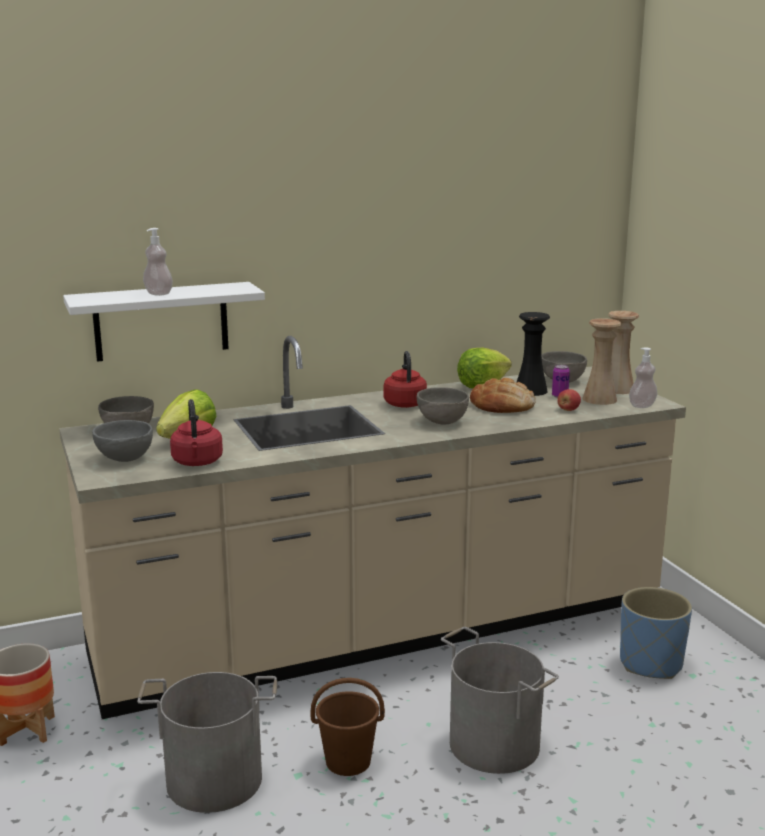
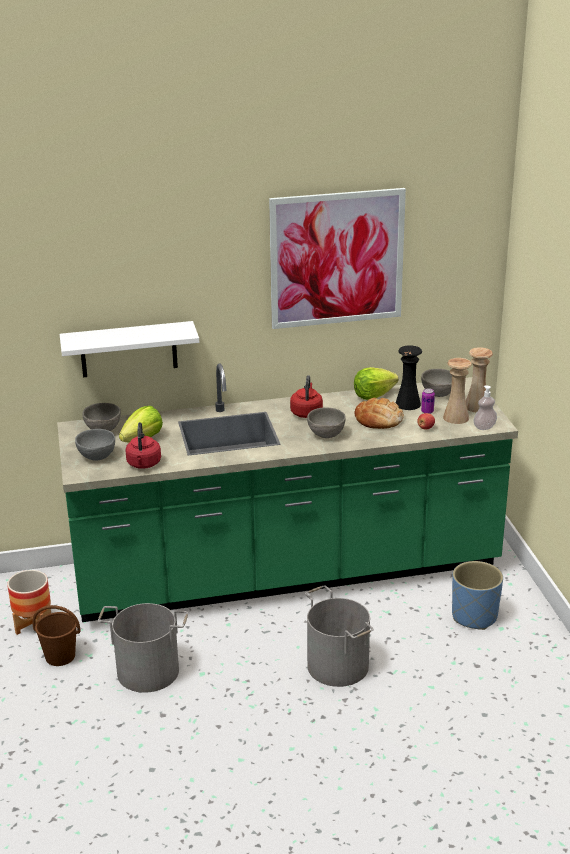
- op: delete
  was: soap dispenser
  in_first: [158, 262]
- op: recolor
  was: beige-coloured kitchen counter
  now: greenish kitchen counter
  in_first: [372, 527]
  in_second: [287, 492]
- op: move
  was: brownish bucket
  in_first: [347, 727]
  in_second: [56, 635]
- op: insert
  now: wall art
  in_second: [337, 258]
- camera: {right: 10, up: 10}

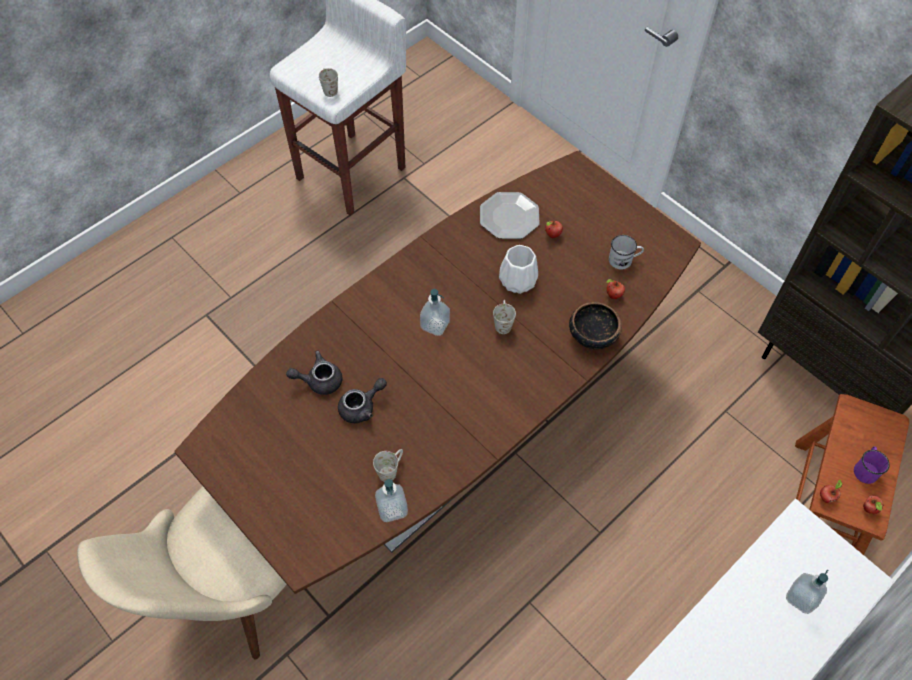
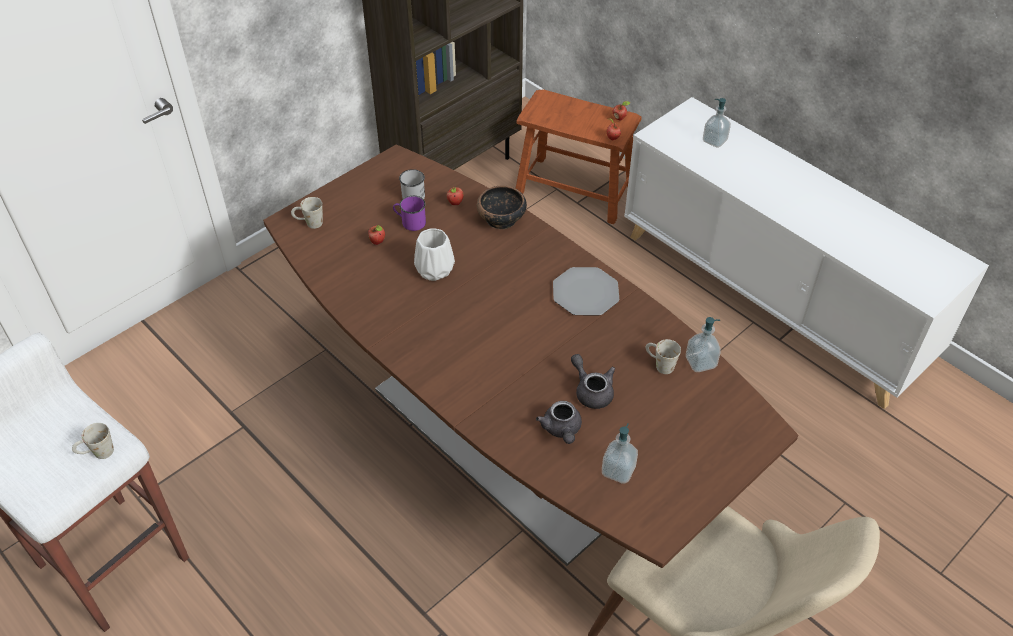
- op: move
  was: dinner plate
  in_first: [510, 215]
  in_second: [586, 291]
- op: move
  was: soap dispenser
  in_first: [435, 312]
  in_second: [620, 453]
- op: move
  was: white tea mug
  in_first: [504, 317]
  in_second: [307, 213]
- op: move
  was: purple tea mug
  in_first: [872, 465]
  in_second: [409, 213]
- camera: {right: -90, up: -10}

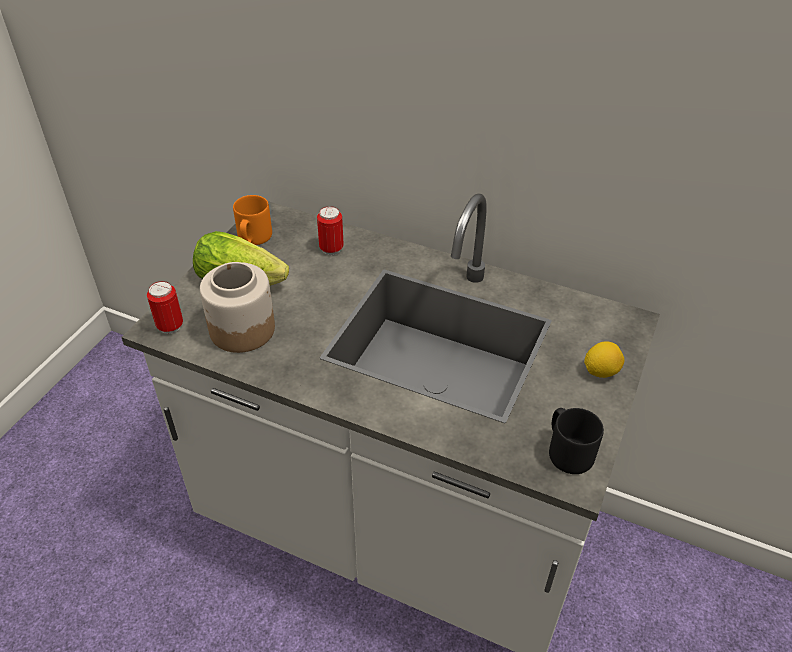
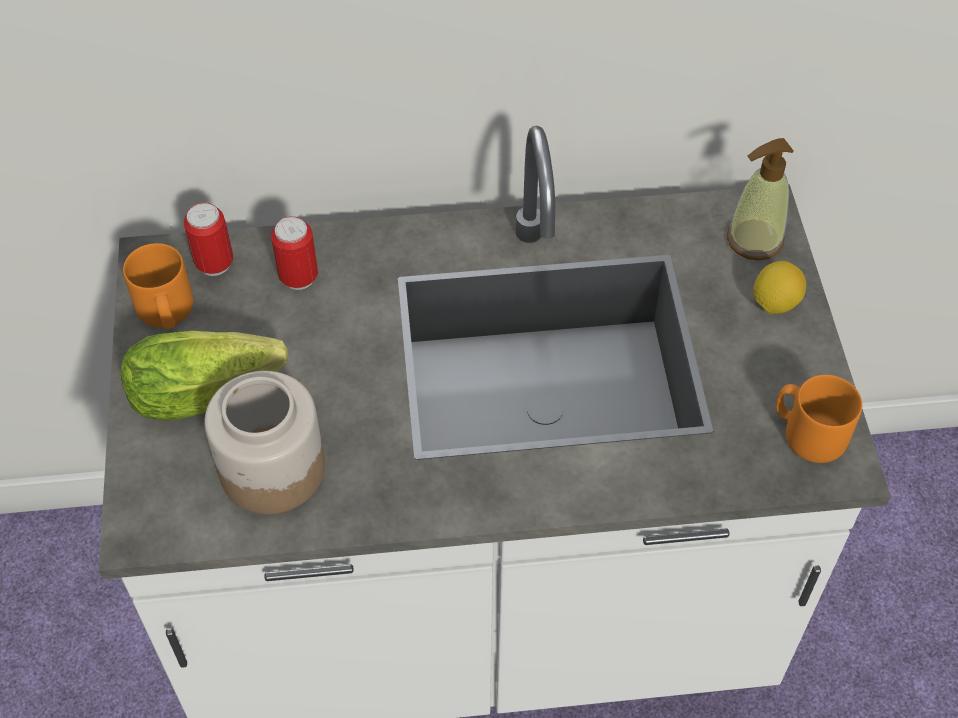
- op: move
  was: metal can
  in_first: [165, 307]
  in_second: [208, 239]
- op: recolor
  was: blackish tea mug
  now: orangey tea mug
  in_first: [576, 441]
  in_second: [819, 419]
- op: insert
  now: soap dispenser
  in_second: [760, 199]
- camera: {right: -30, up: 10}

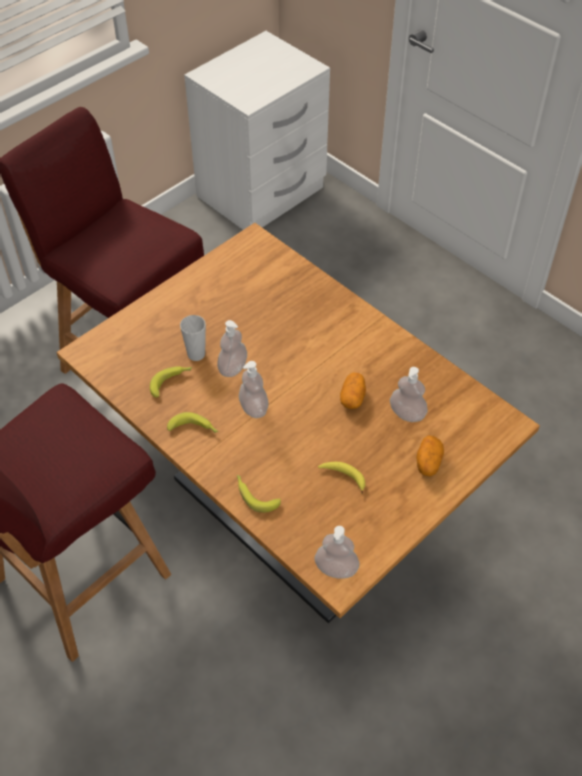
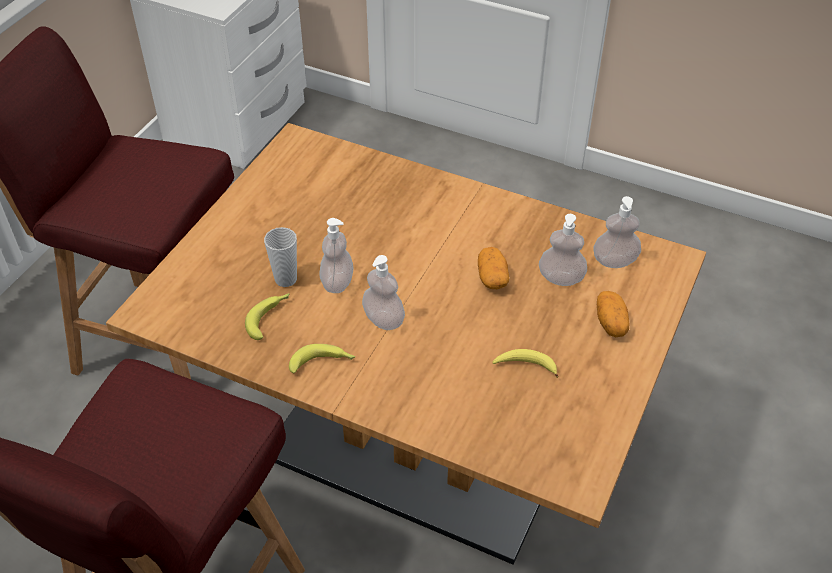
- op: delete
  was: banana
  in_first: [259, 494]
- op: move
  was: soap dispenser
  in_first: [337, 552]
  in_second: [617, 232]
- camera: {right: -20, up: -5}

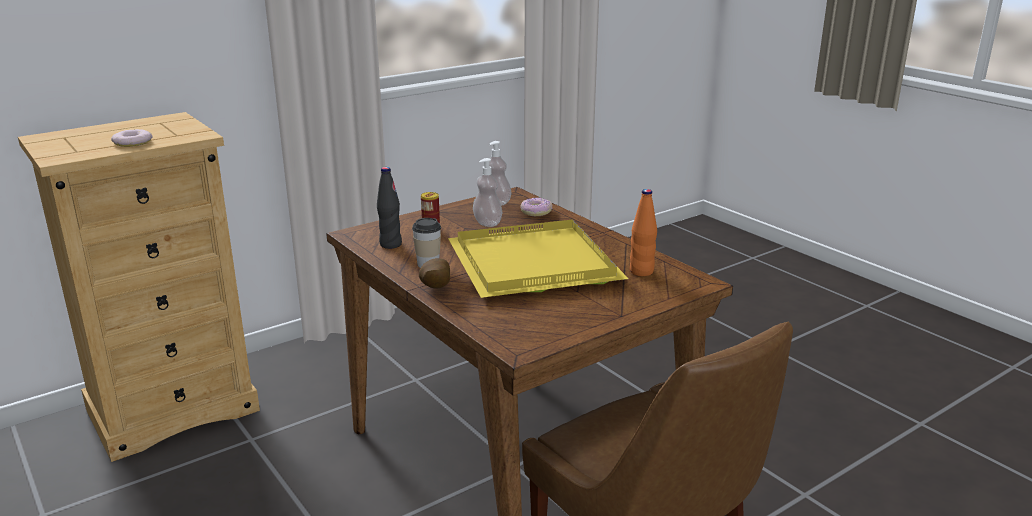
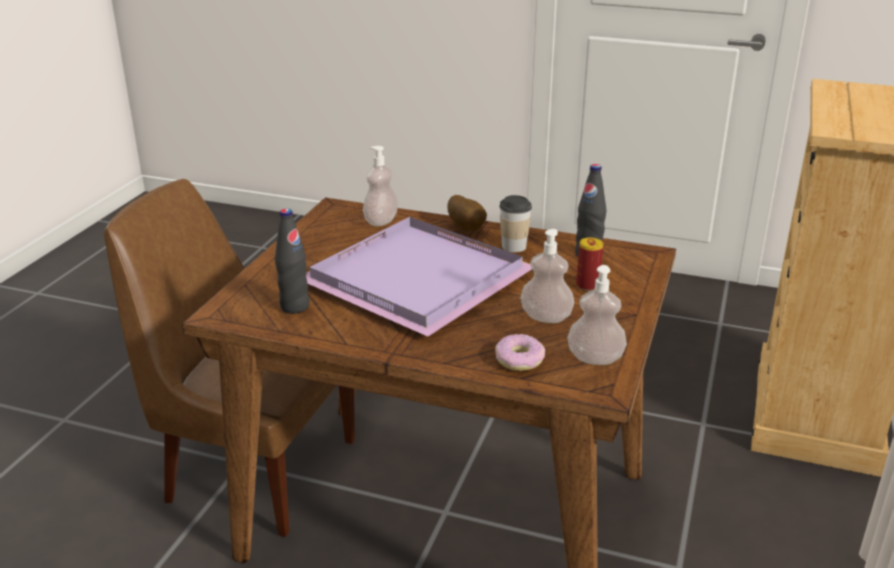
- op: delete
  was: donut
  in_first: [132, 138]
- op: recolor
  was: orangey beverage bottle
  now: blackish beverage bottle
  in_first: [643, 232]
  in_second: [292, 261]
- op: recolor
  was: yellow serving tray
  now: purple serving tray
  in_first: [538, 258]
  in_second: [419, 277]
- op: insert
  now: soap dispenser
  in_second: [380, 186]
- camera: {right: 145, up: 5}

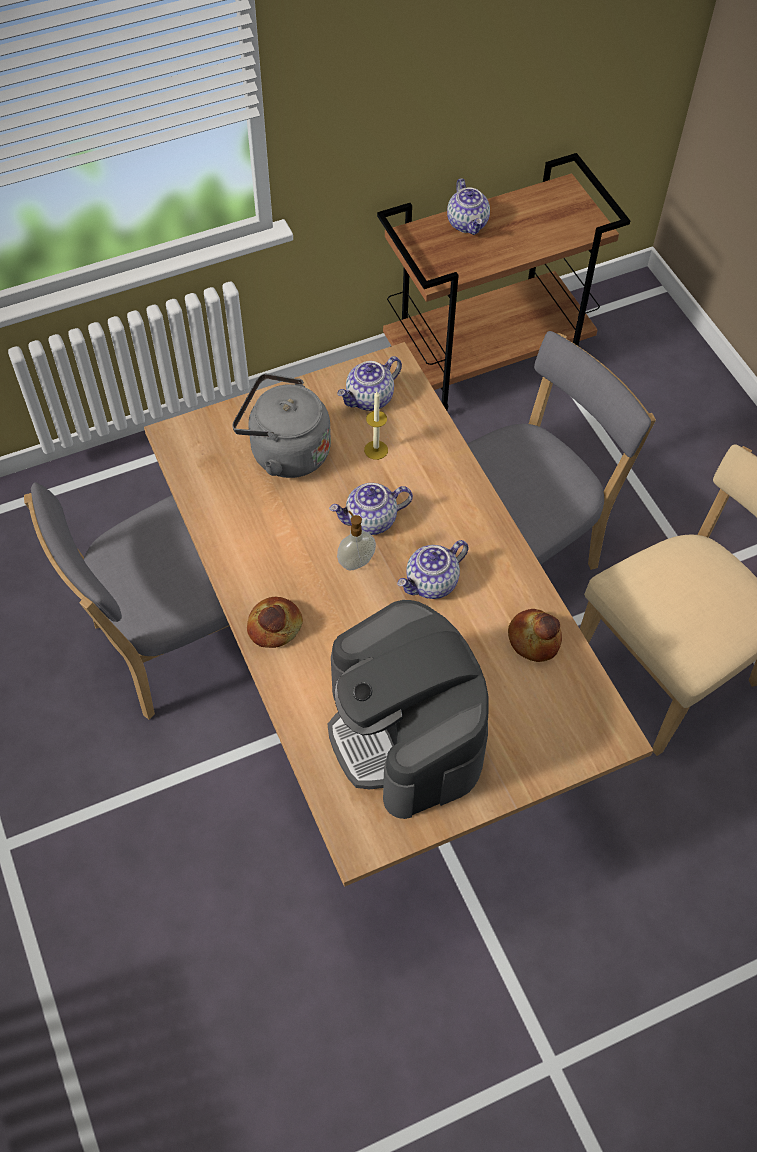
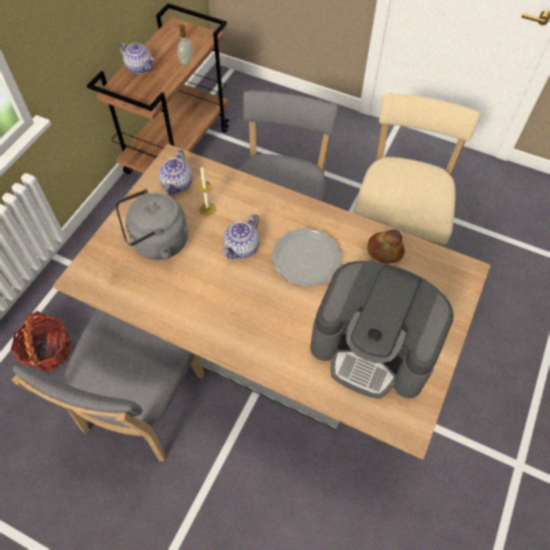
- op: move
  was: soap dispenser
  in_first: [356, 540]
  in_second: [185, 44]
- op: replace
  was: tea pot
  now: dinner plate
  in_first: [433, 569]
  in_second: [307, 257]
- op: delete
  was: bread
  in_first: [275, 622]
- op: insert
  now: basket
  in_second: [41, 341]
- camera: {right: -40, up: 0}

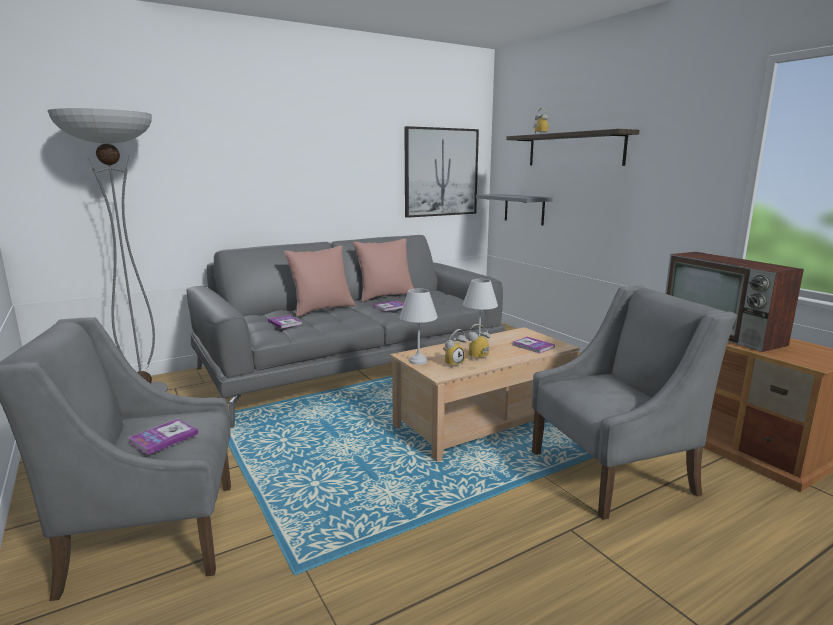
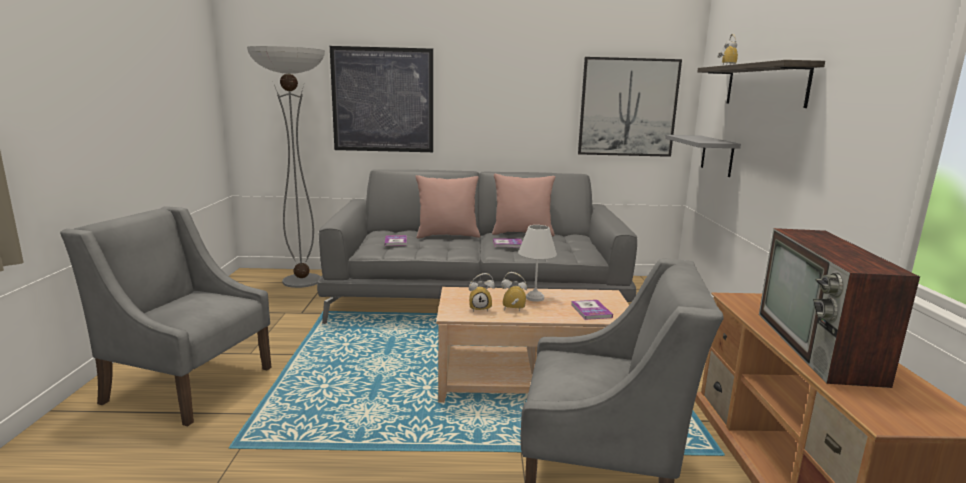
- op: delete
  was: white lamp for a table
  in_first: [419, 327]
- op: delete
  was: bound book
  in_first: [163, 437]
- op: insert
  now: wall art
  in_second: [381, 99]
- camera: {right: 30, up: 0}

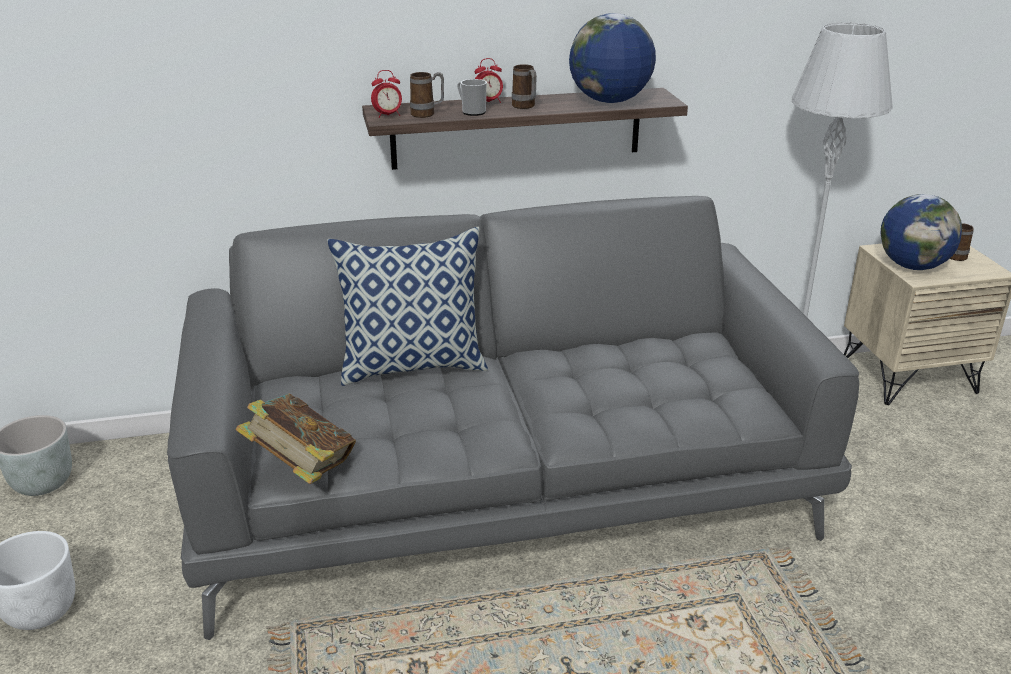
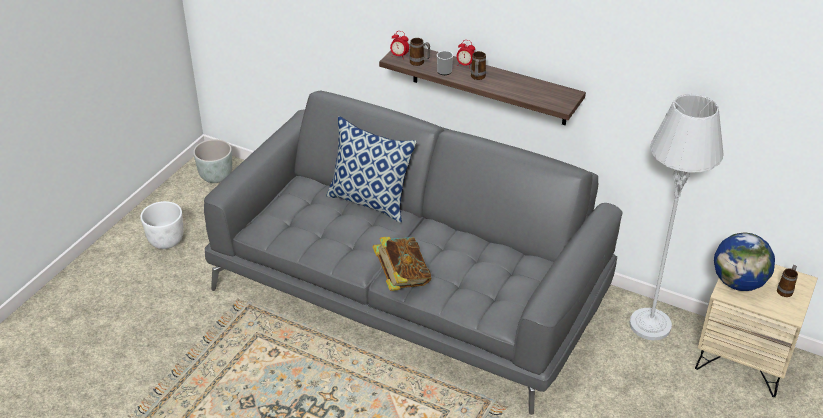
- op: delete
  was: world globe
  in_first: [612, 58]
- op: move
  was: bound book
  in_first: [296, 438]
  in_second: [401, 264]
- camera: {right: 40, up: 10}

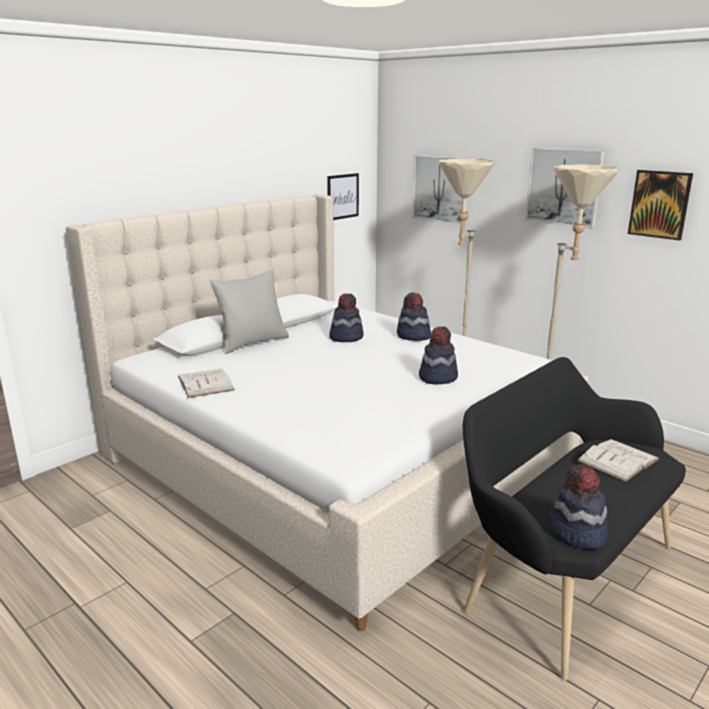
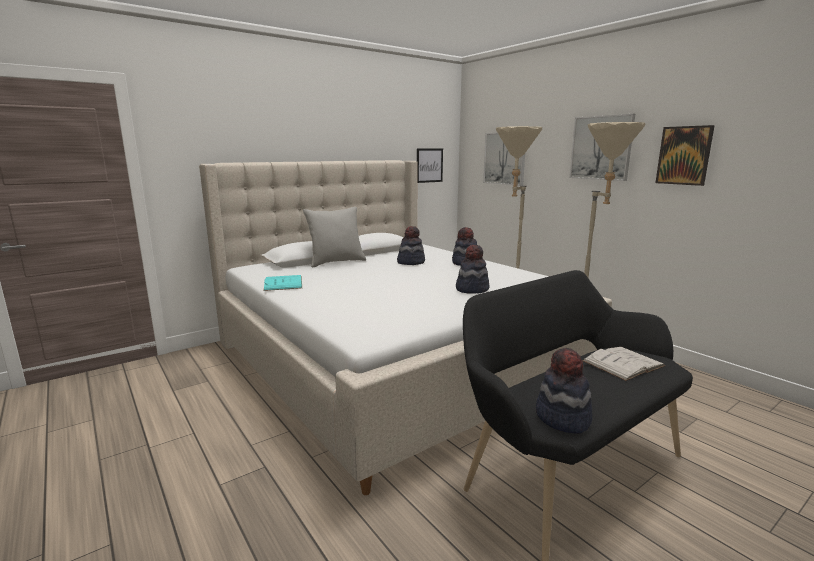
- op: recolor
  was: white bound book
  now: turquoise-coloured bound book
  in_first: [206, 383]
  in_second: [282, 283]
- camera: {right: 10, up: -5}

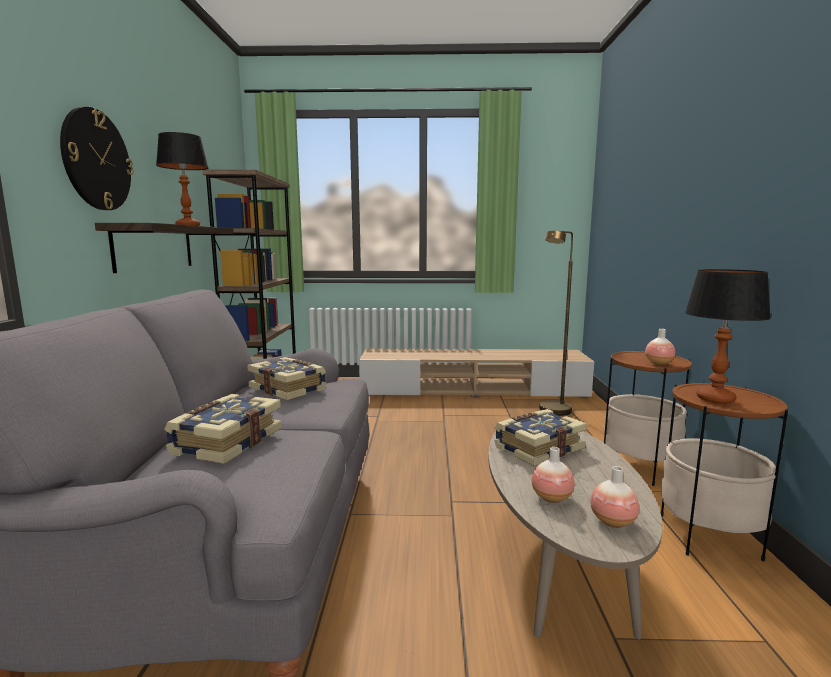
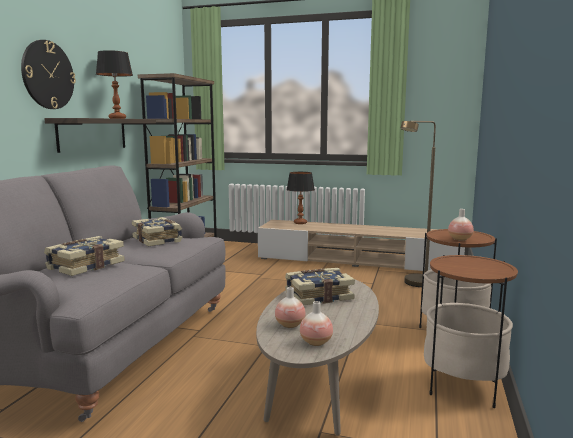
- op: move
  was: lamp for a table
  in_first: [728, 336]
  in_second: [301, 198]
- camera: {right: 15, up: 0}

